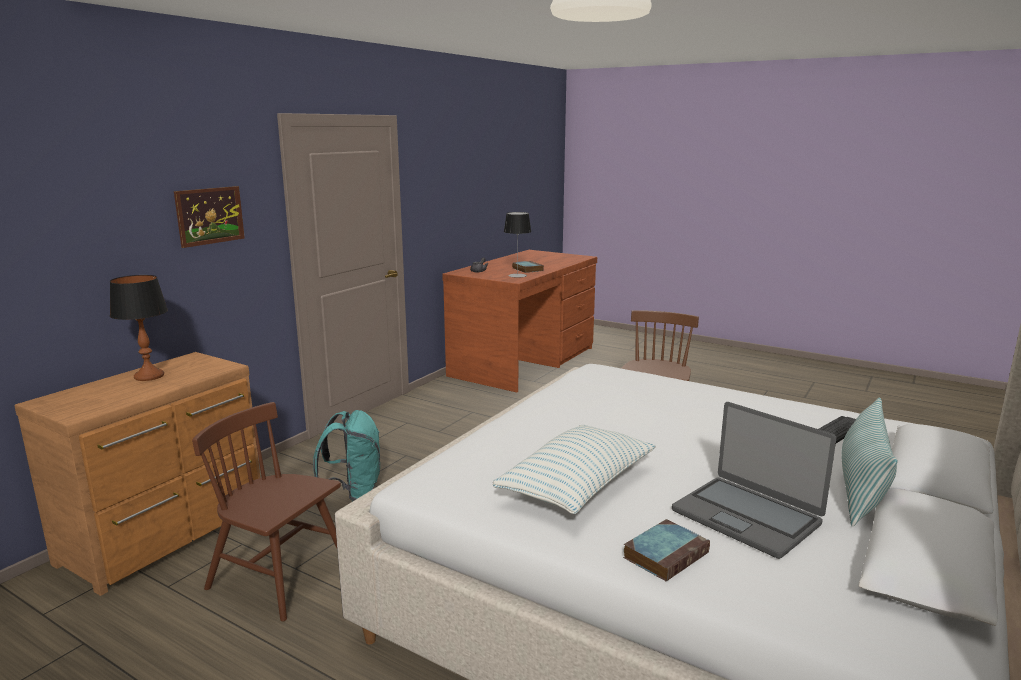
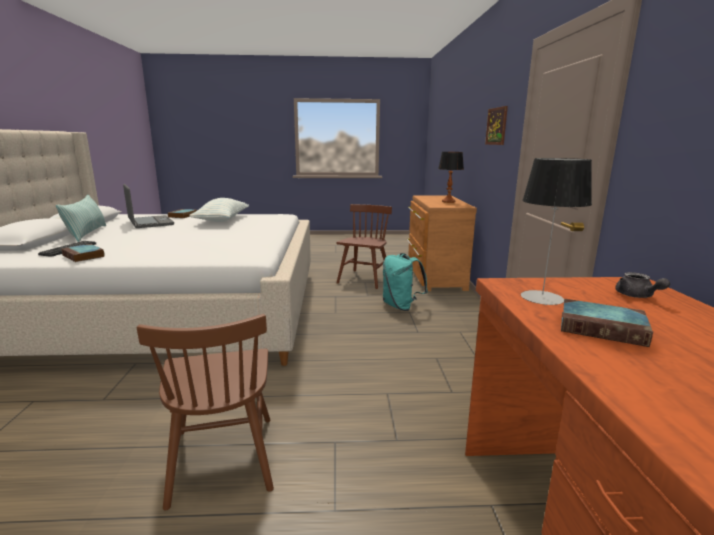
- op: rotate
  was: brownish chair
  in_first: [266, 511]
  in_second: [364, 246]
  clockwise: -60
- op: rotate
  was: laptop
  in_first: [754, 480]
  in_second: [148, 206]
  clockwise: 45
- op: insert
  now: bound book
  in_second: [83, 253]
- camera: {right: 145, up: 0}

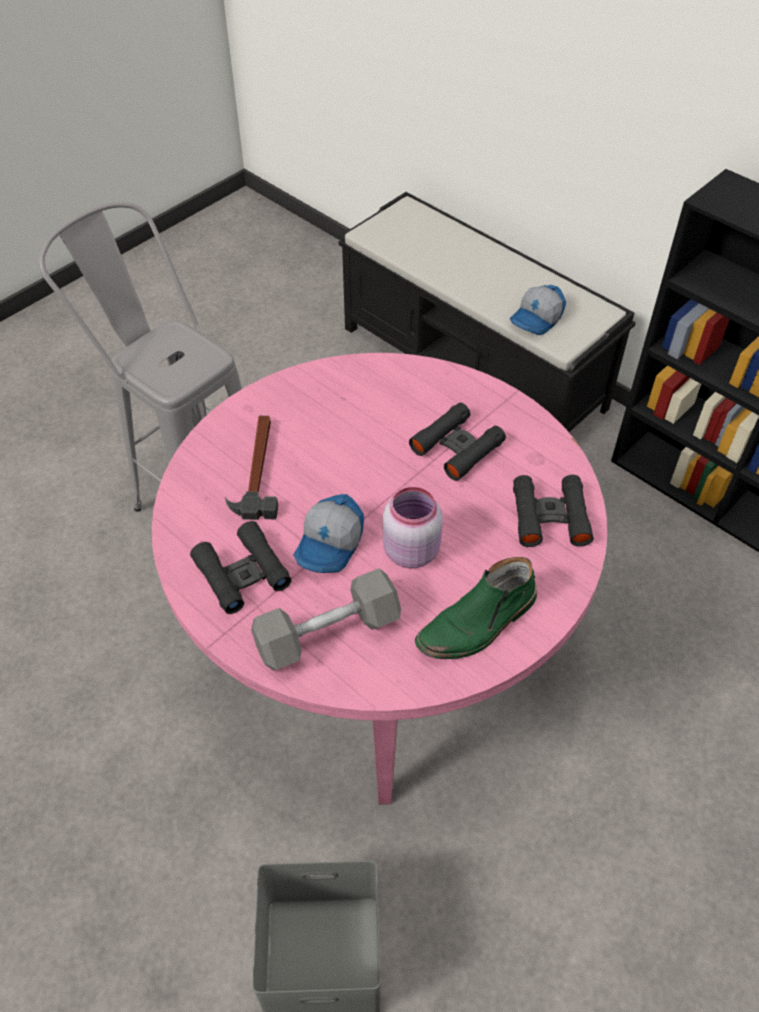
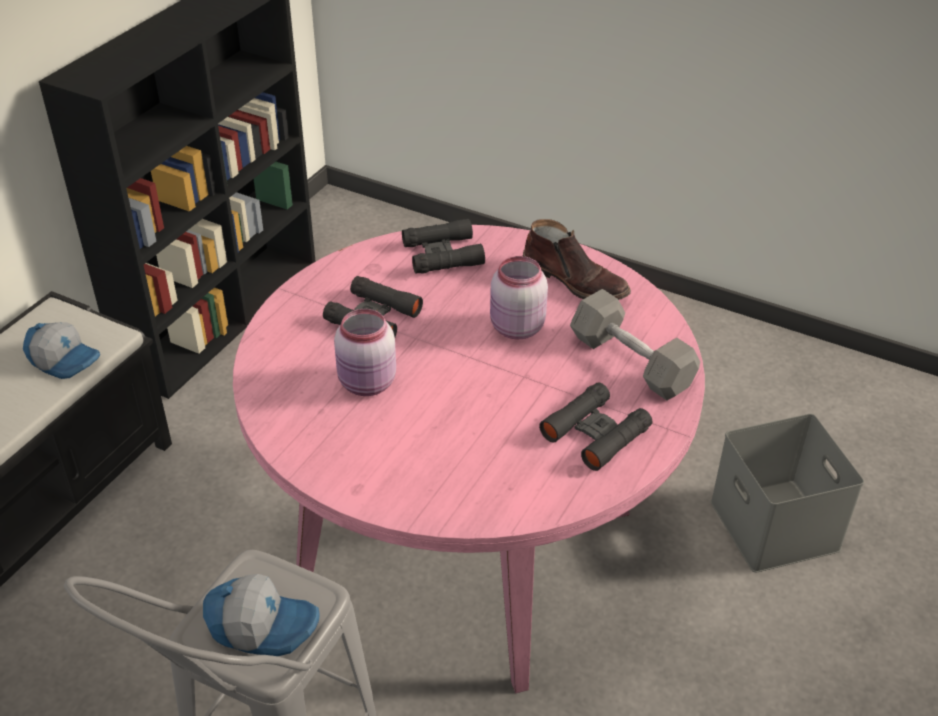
- op: delete
  was: hammer
  in_first: [251, 468]
- op: move
  was: baseball cap
  in_first: [328, 533]
  in_second: [261, 615]
- op: recolor
  was: greenish high-top boot
  now: brownish high-top boot
  in_first: [476, 608]
  in_second: [577, 259]
- op: insert
  now: pink jar
  in_second: [365, 352]
- camera: {right: -105, up: -10}

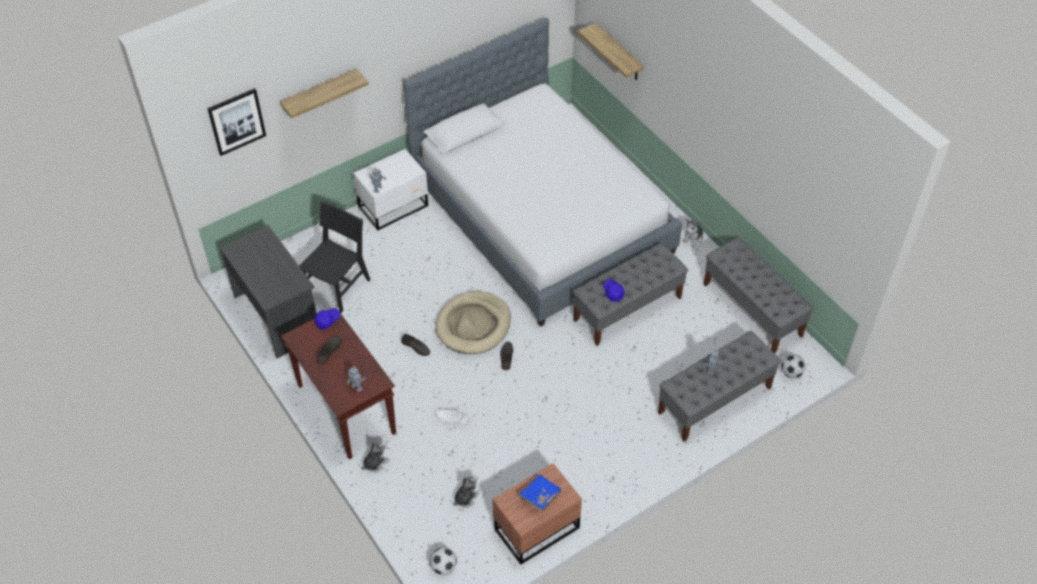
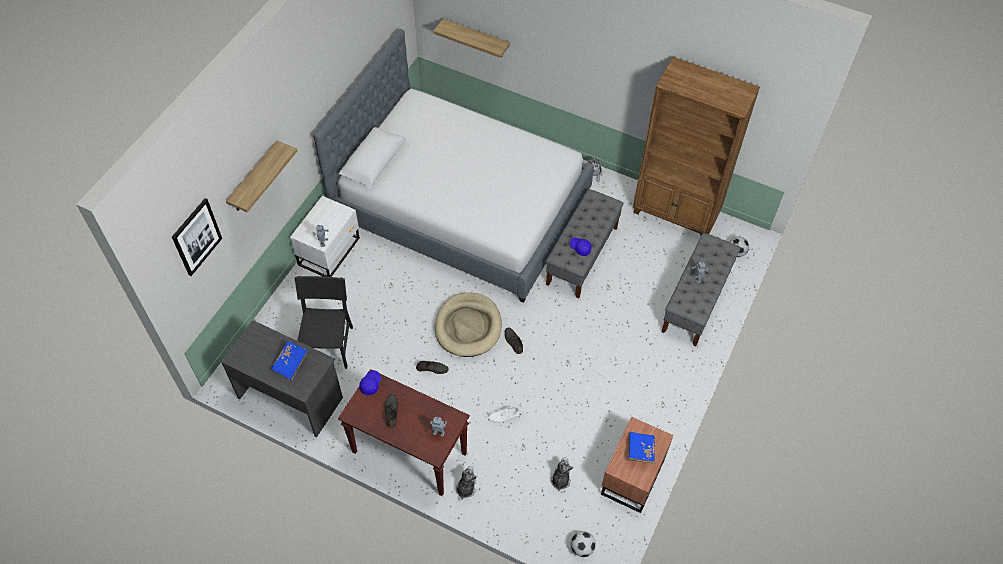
- op: replace
  was: greyish long seat
  now: brownish bookshelf
  in_first: [758, 295]
  in_second: [696, 146]
- op: insert
  now: blue bound book
  in_second: [289, 360]
- camera: {right: -30, up: 5}

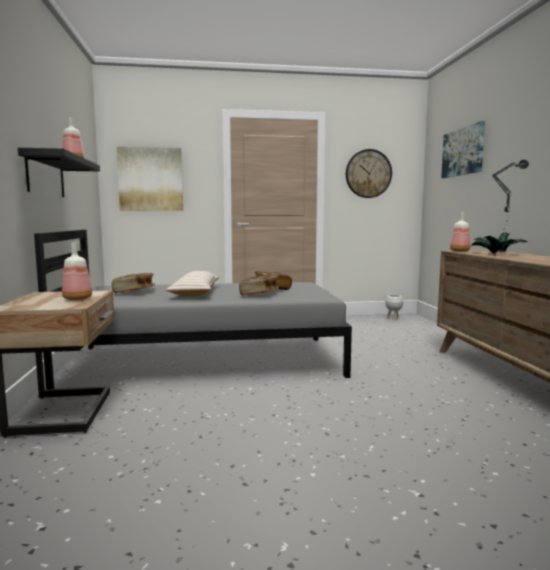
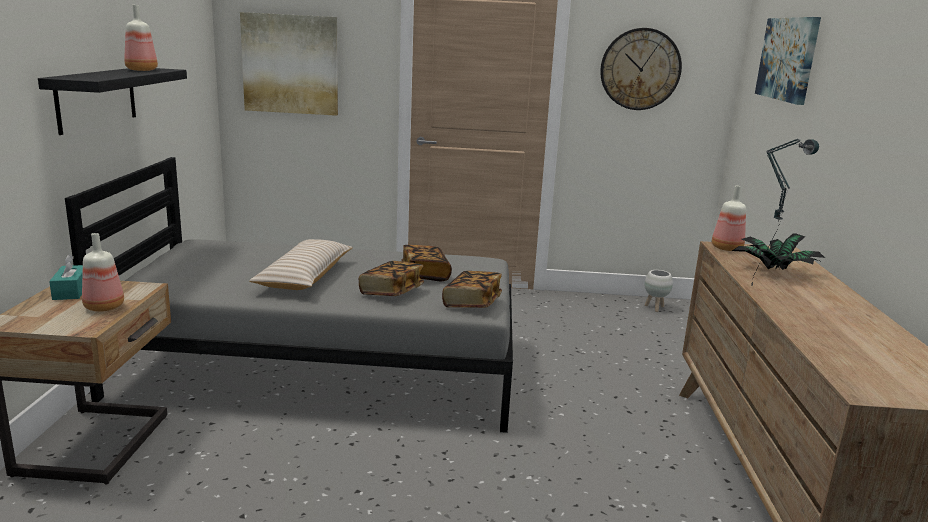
- op: move
  was: bound book
  in_first: [133, 283]
  in_second: [472, 289]
- op: insert
  now: turquoise-coloured tissue holder
  in_second: [66, 277]
- camera: {right: 10, up: 10}

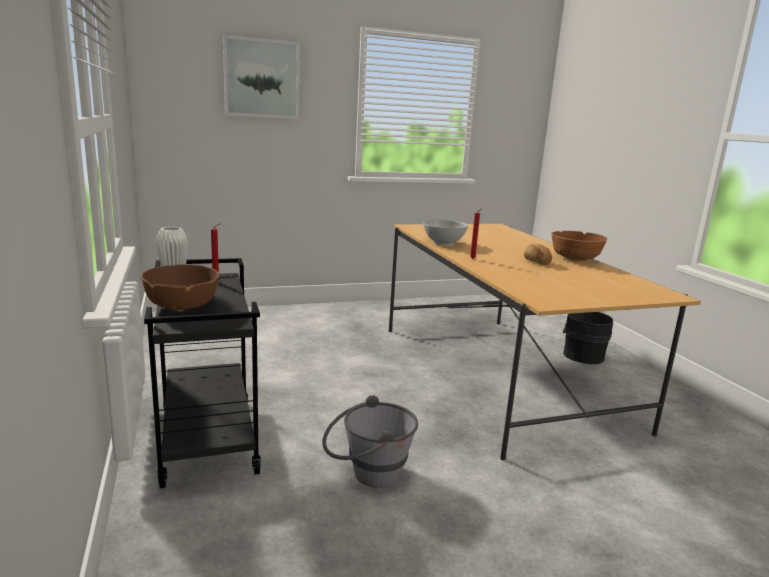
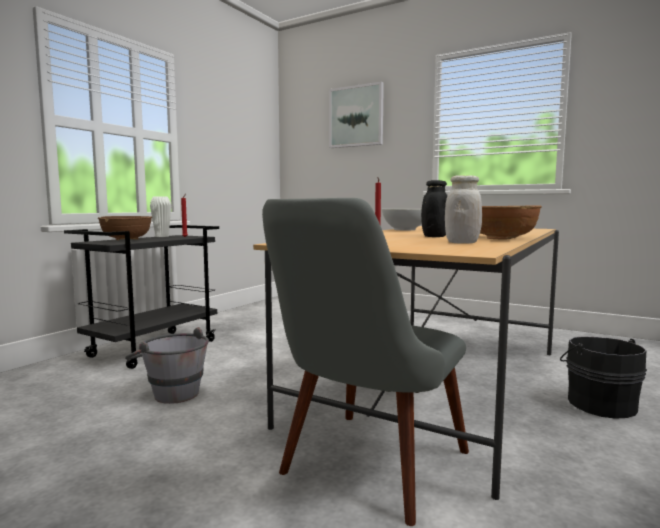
- op: replace
  was: bread
  now: blackish jar
  in_first: [538, 254]
  in_second: [434, 208]
- op: insert
  now: white jar
  in_second: [463, 209]
- op: insert
  now: greyish chair
  in_second: [365, 362]
- camera: {right: 50, up: -10}

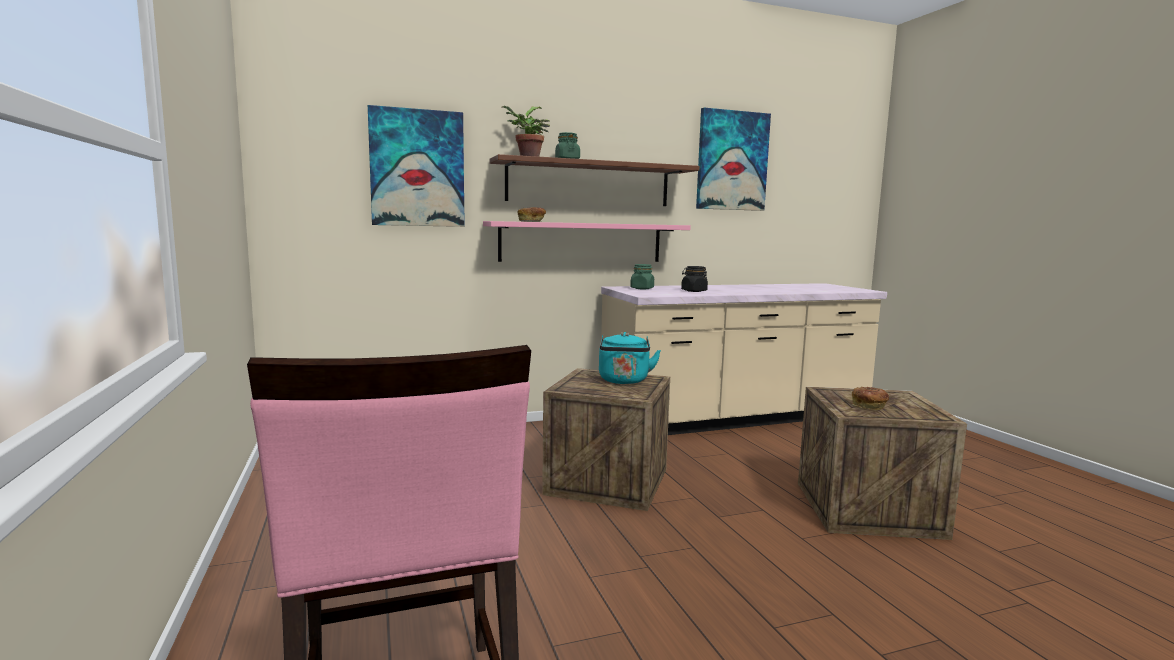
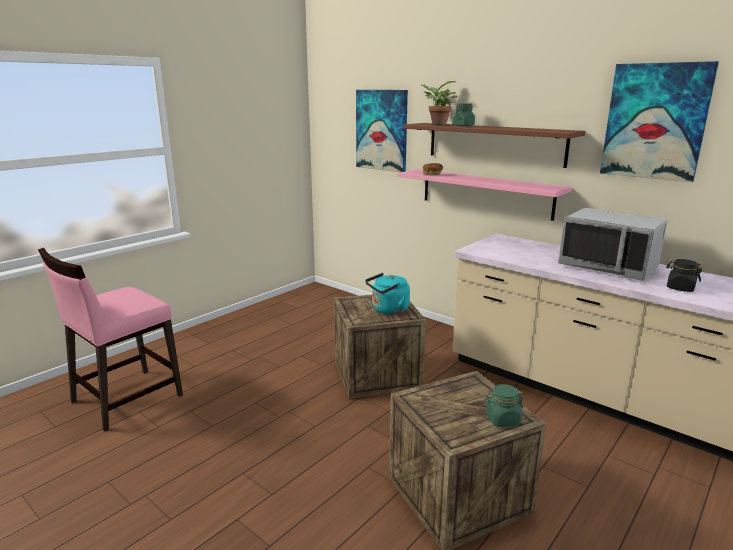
- op: move
  was: greenish jar
  in_first: [642, 276]
  in_second: [504, 405]
- op: move
  was: blackish jar
  in_first: [694, 279]
  in_second: [684, 275]
- op: delete
  was: bread
  in_first: [870, 398]
- op: insert
  now: greyish microwave oven
  in_second: [613, 244]
- camera: {right: 60, up: 10}

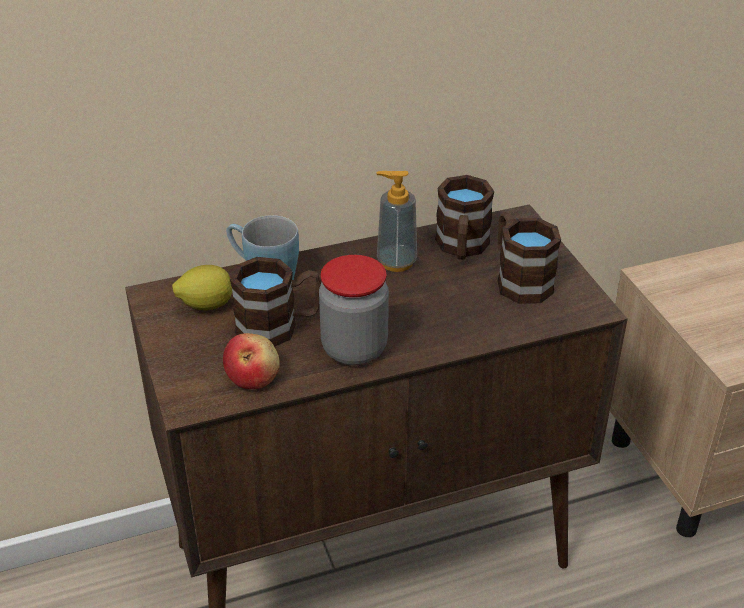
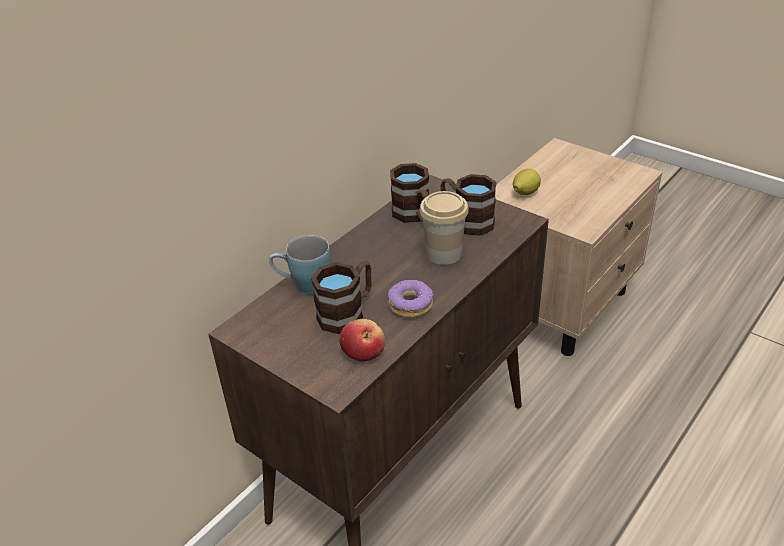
- op: delete
  was: soap dispenser
  in_first: [396, 221]
- op: replace
  was: jar
  now: donut
  in_first: [354, 310]
  in_second: [411, 299]
- op: move
  was: whole lemon
  in_first: [202, 287]
  in_second: [527, 182]
- op: insert
  now: cup
  in_second: [444, 228]
- camera: {right: -30, up: 0}

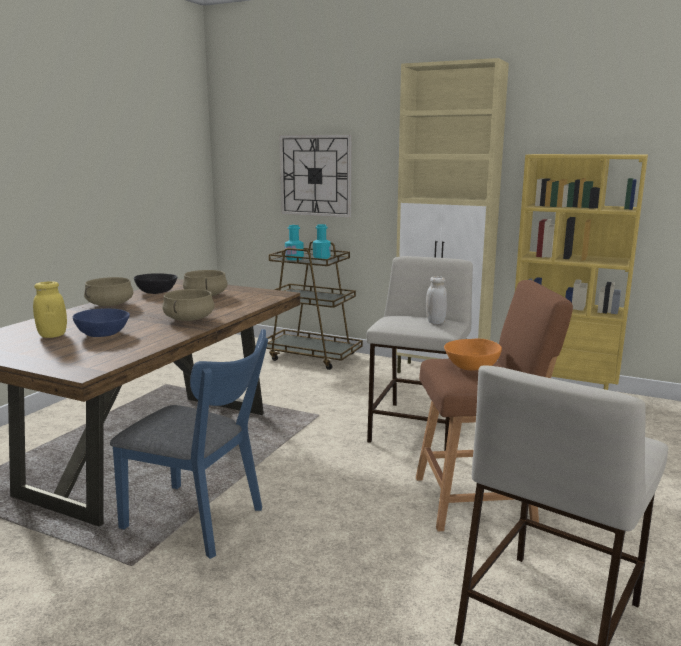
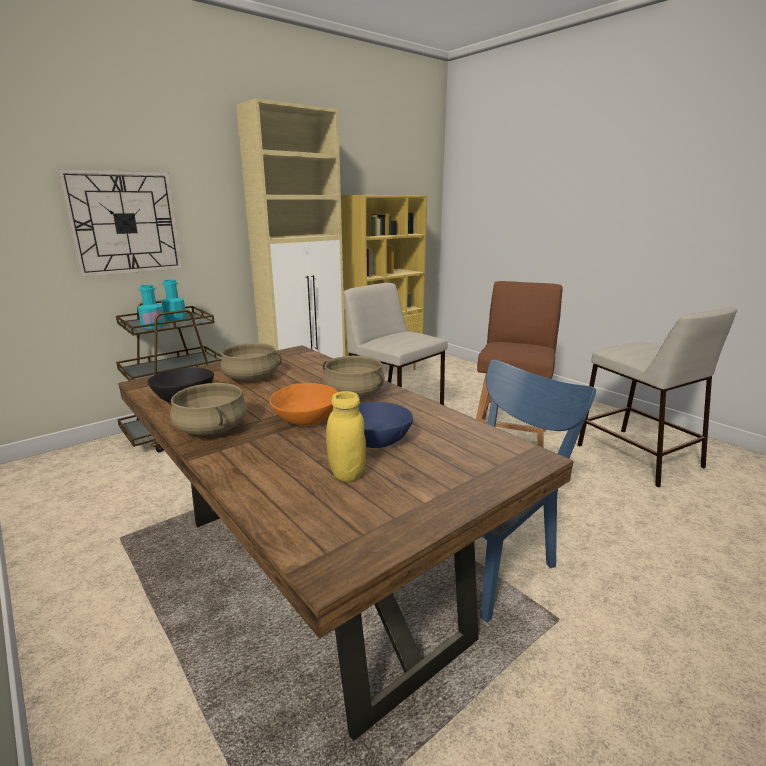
- op: delete
  was: white jar
  in_first: [436, 300]
- op: move
  was: orangey deep dish
  in_first: [473, 355]
  in_second: [303, 404]
- camera: {right: -65, up: 5}

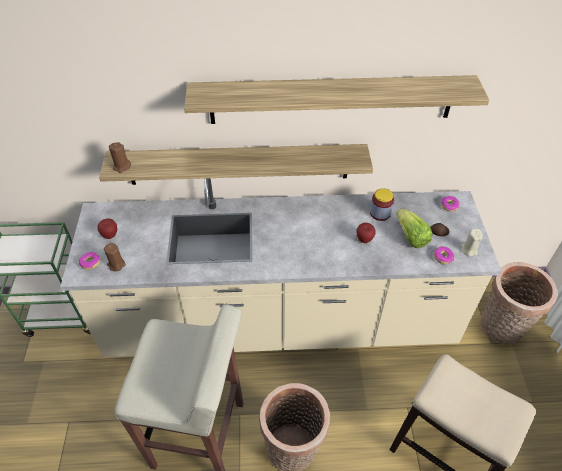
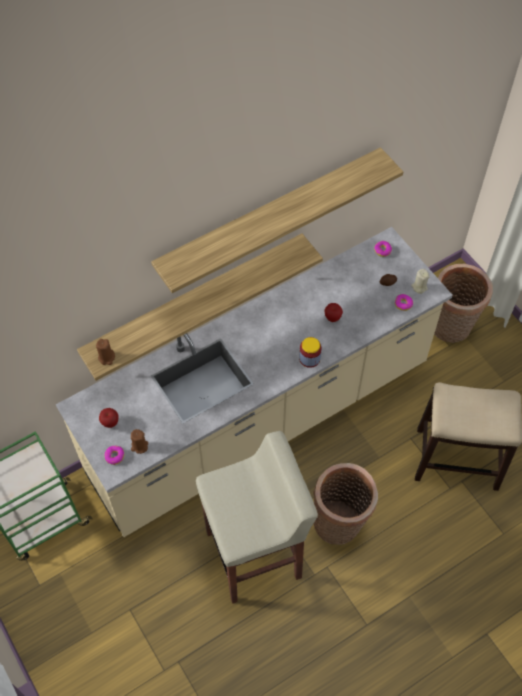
- op: move
  was: jar
  in_first: [382, 204]
  in_second: [310, 352]
- op: delete
  was: lettuce
  in_first: [414, 228]
- camera: {right: -30, up: 10}

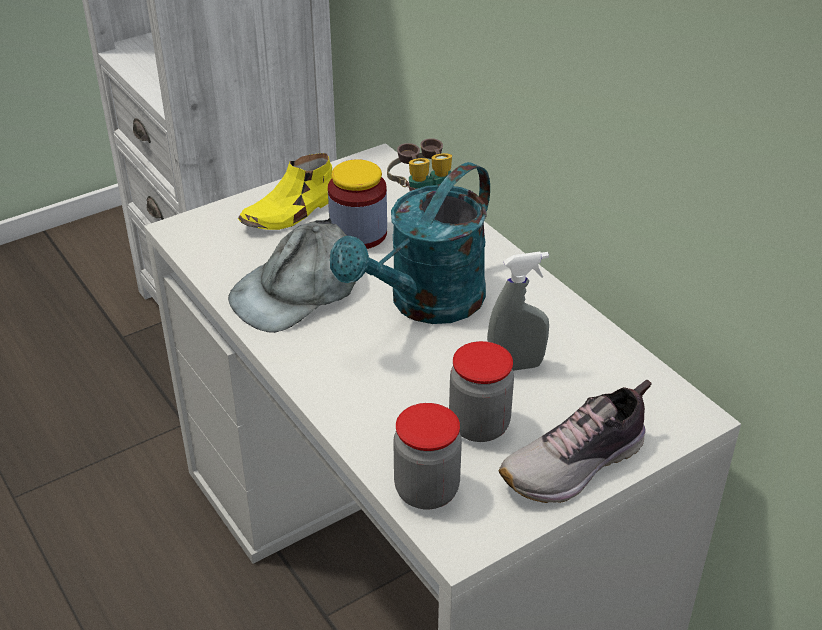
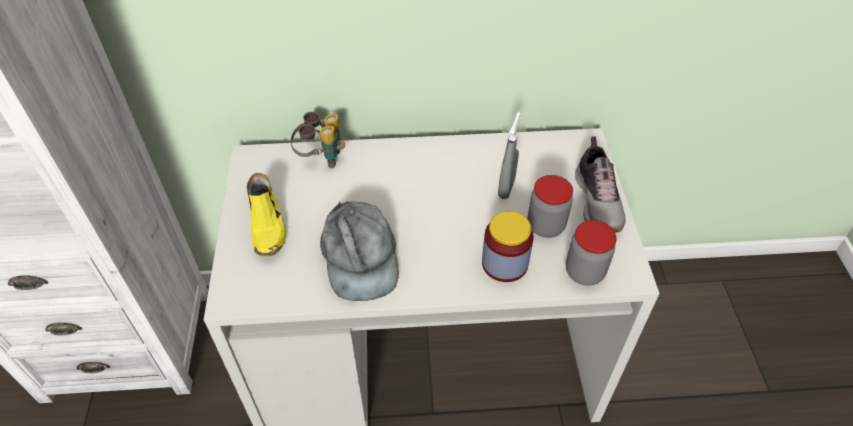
- op: move
  was: jar
  in_first: [357, 204]
  in_second: [508, 246]
- op: delete
  was: turquoise-coloured watering can
  in_first: [410, 243]
- camera: {right: -60, up: 10}

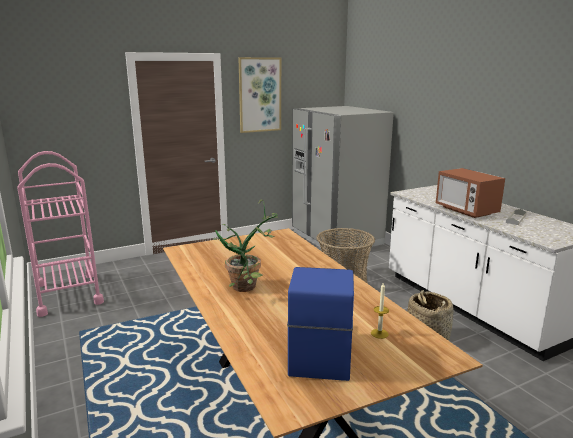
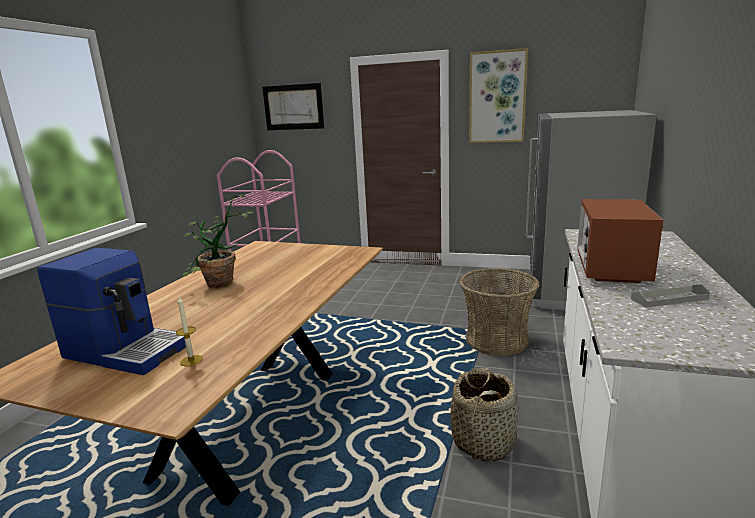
- op: rotate
  was: coffee maker
  in_first: [320, 324]
  in_second: [111, 311]
  clockwise: 60
- op: insert
  now: wall art
  in_second: [293, 106]
- camera: {right: 45, up: 0}

